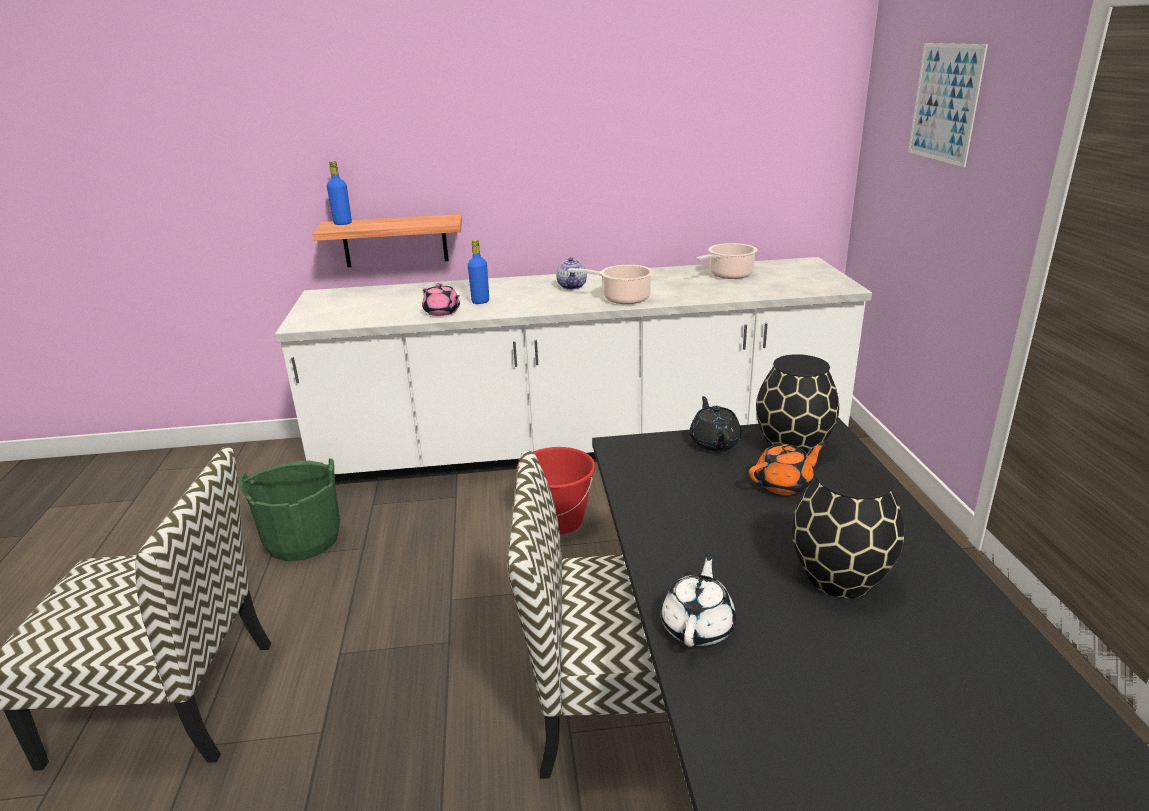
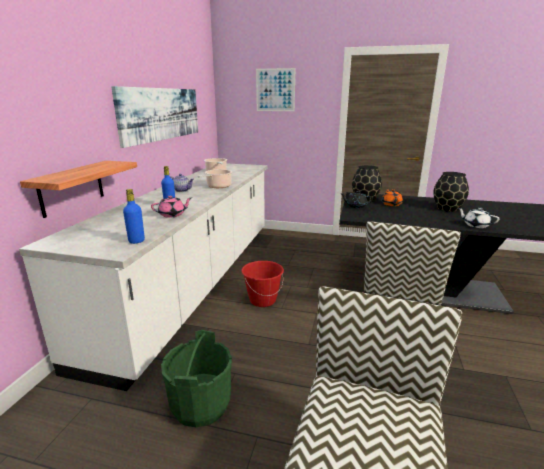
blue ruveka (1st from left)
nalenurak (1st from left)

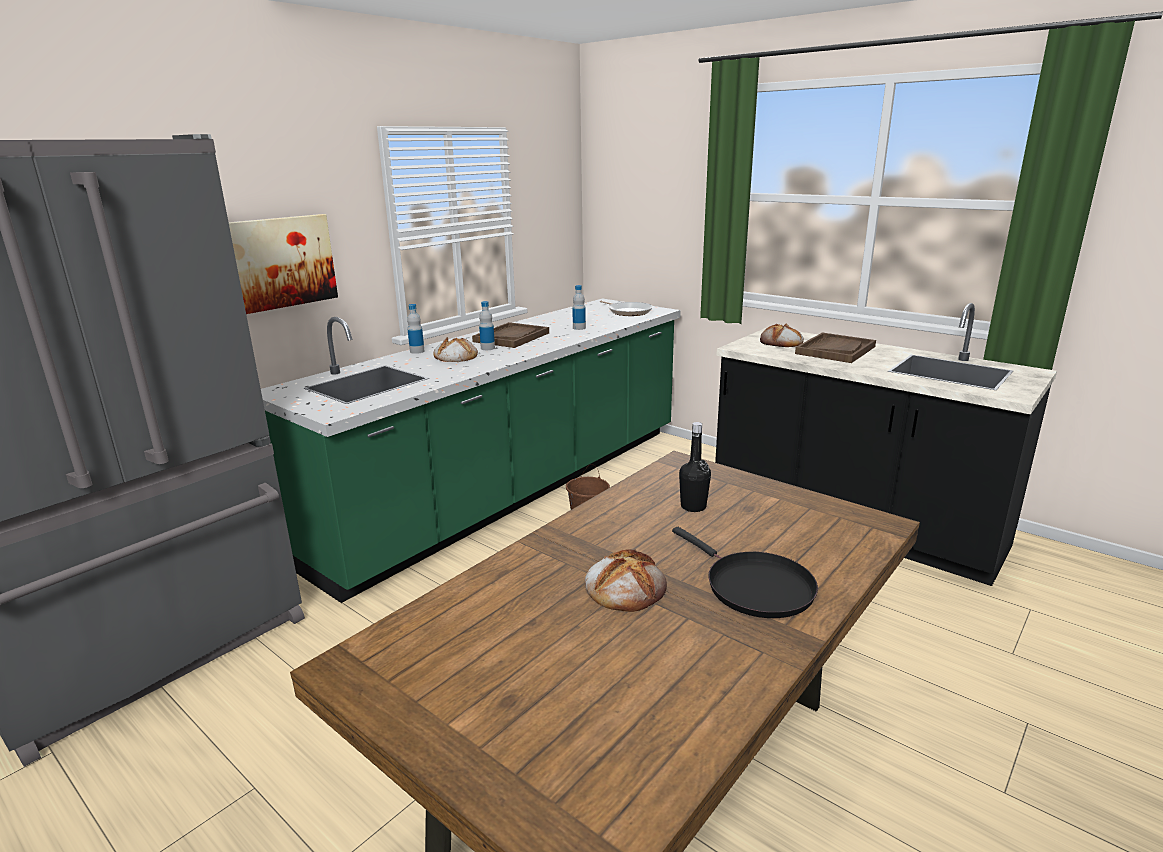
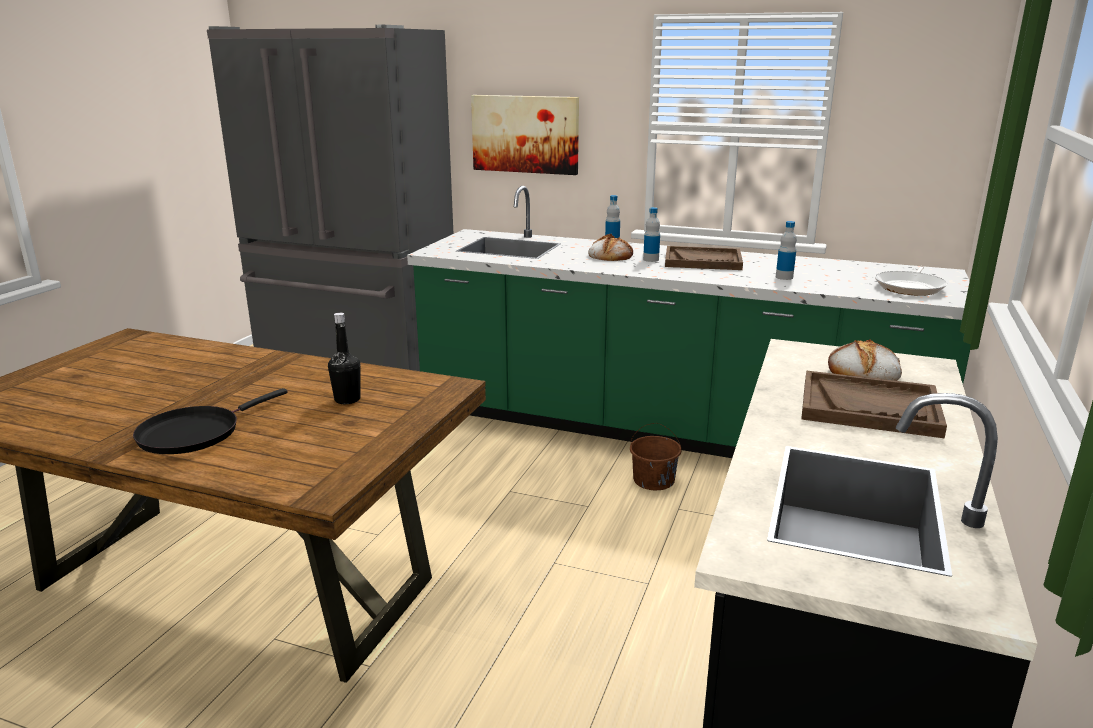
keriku (2nd from left in the first image)

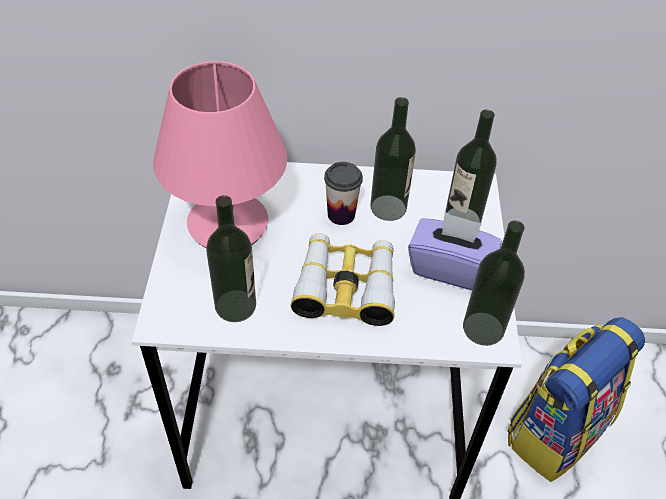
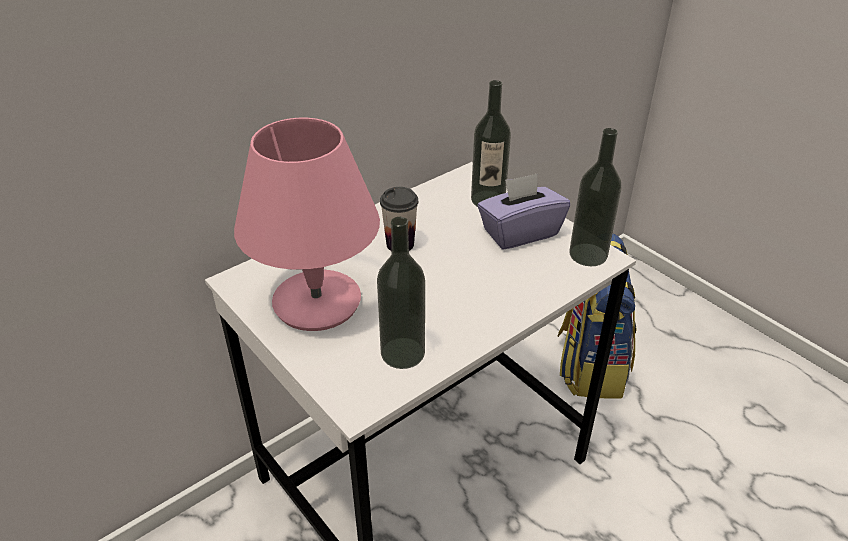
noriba
ruveka (2nd from left in the first image)

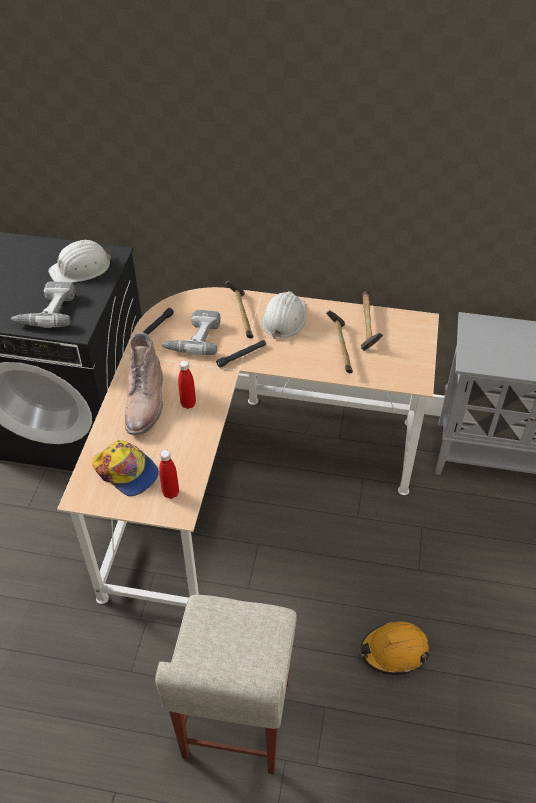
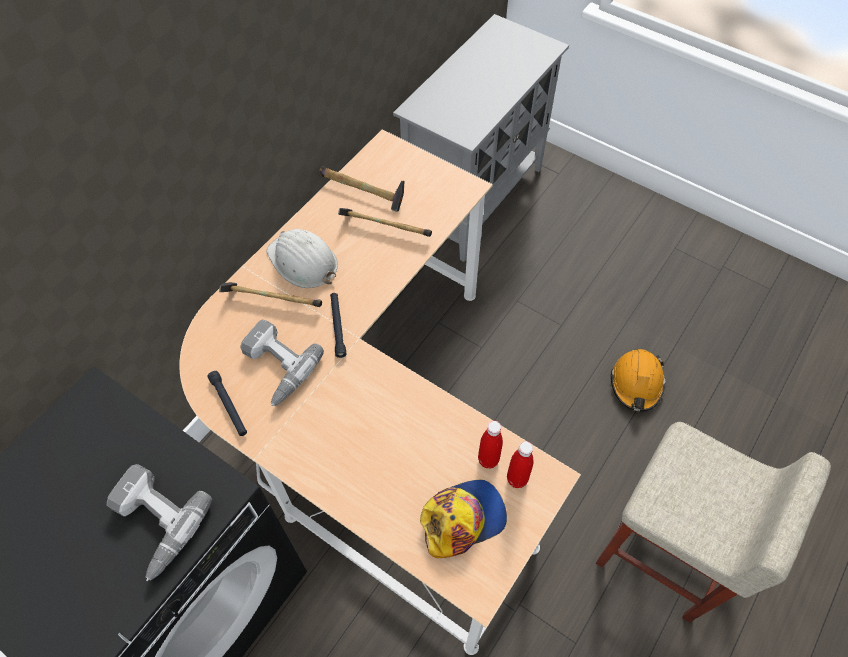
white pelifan (1st from left in the first image)
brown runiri
red ruveka (1st from left)

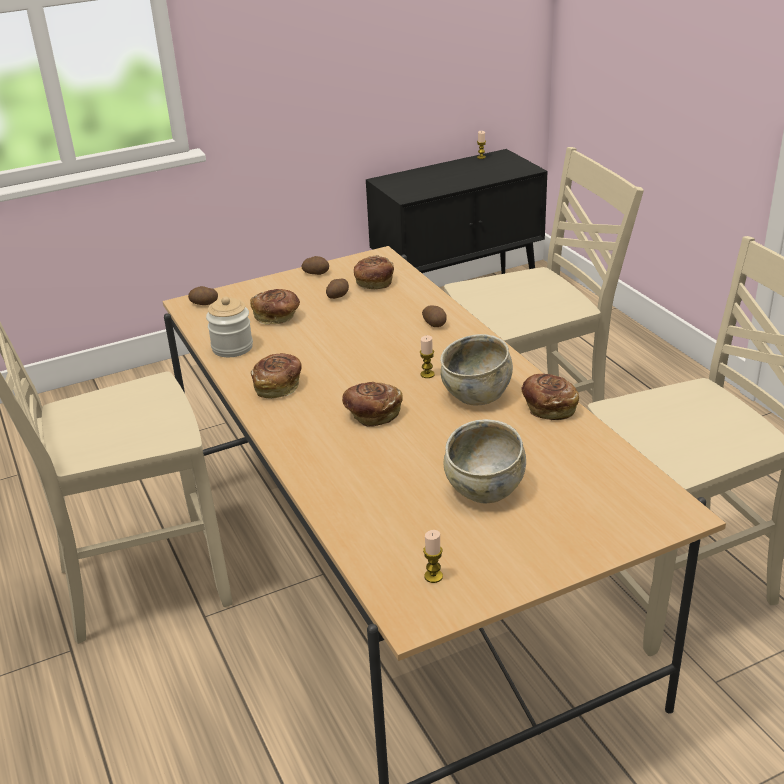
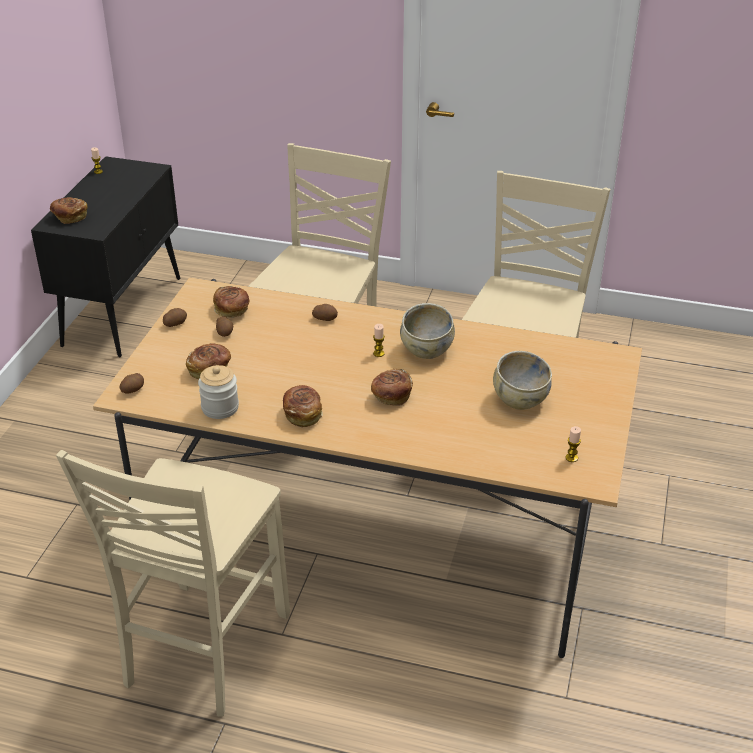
keriku (1st from left)

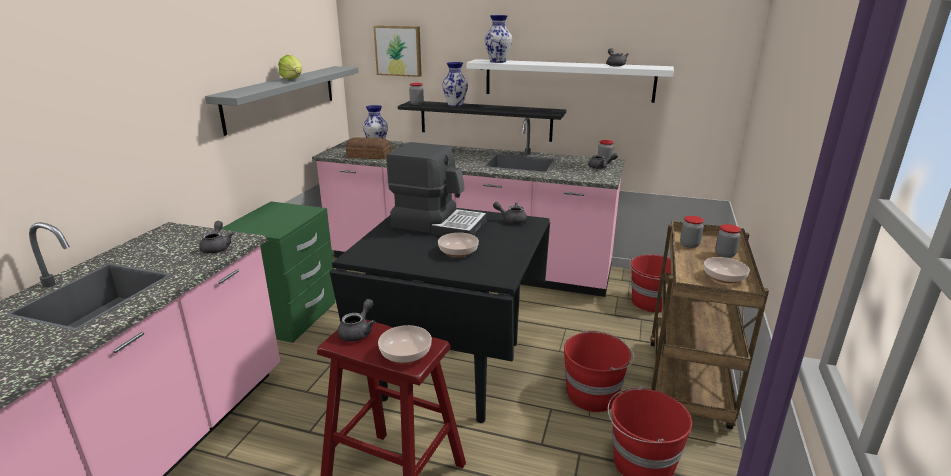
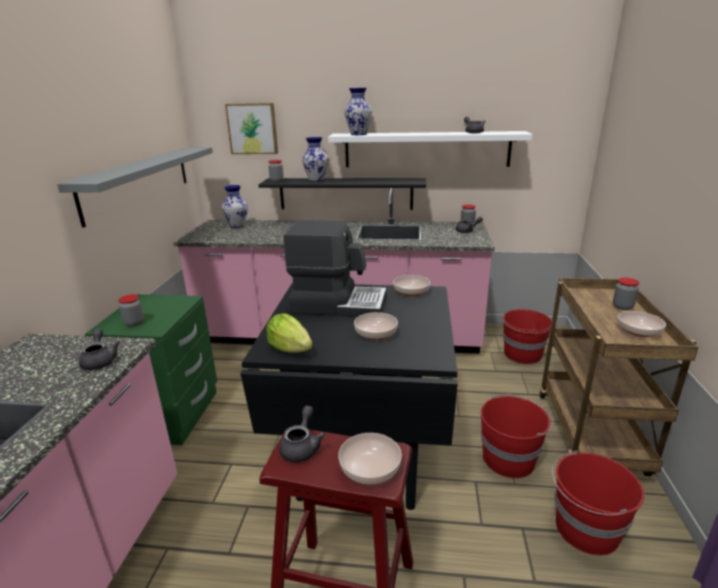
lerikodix
keriku
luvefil (3rd from left)
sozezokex (1st from left)

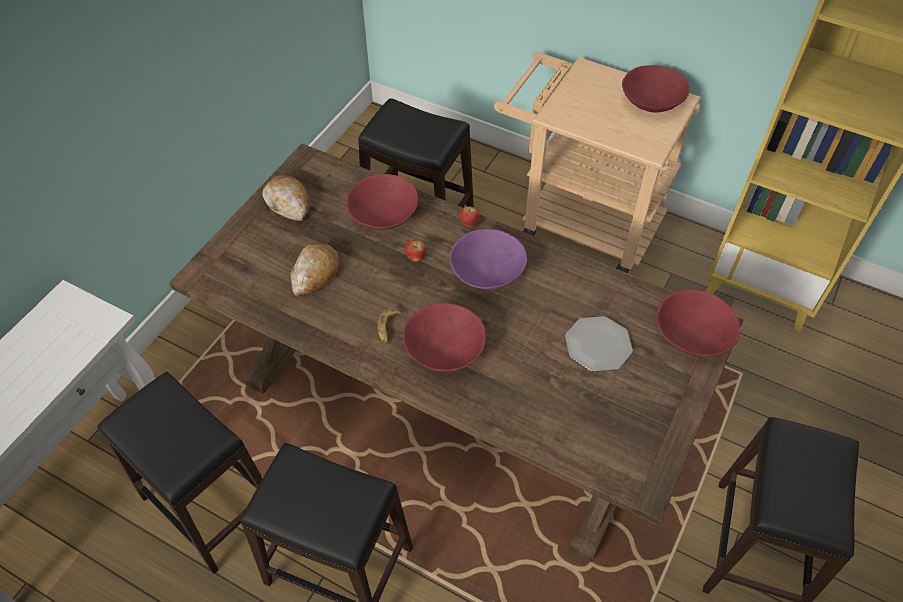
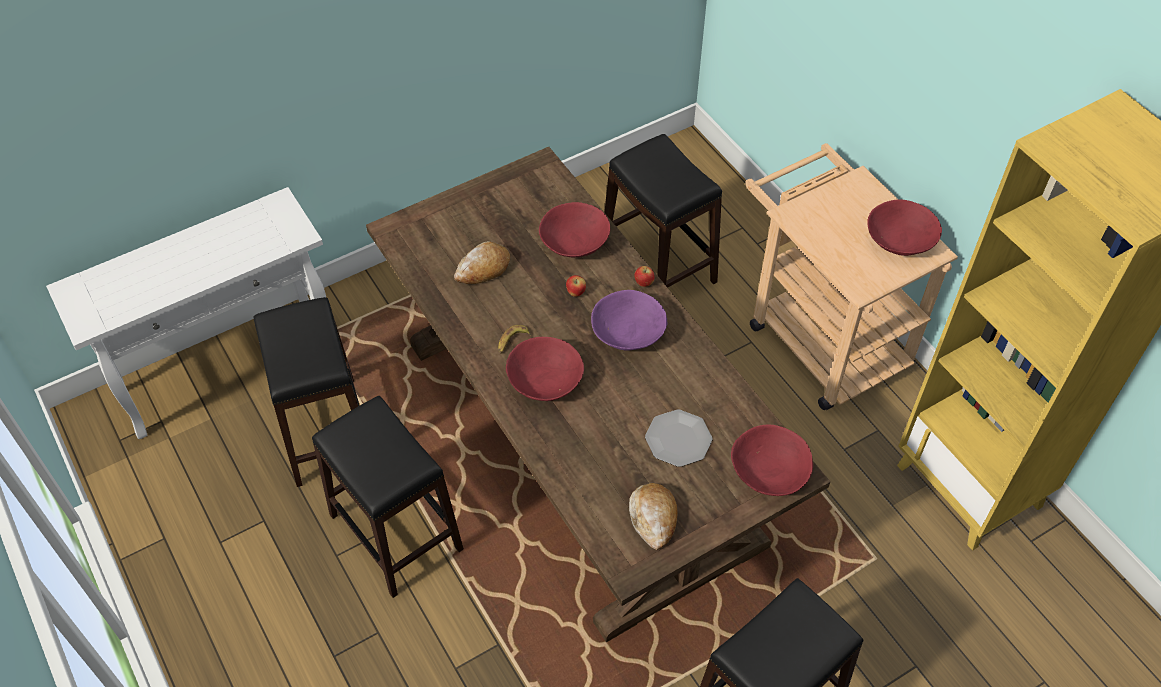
keriku (2nd from left)

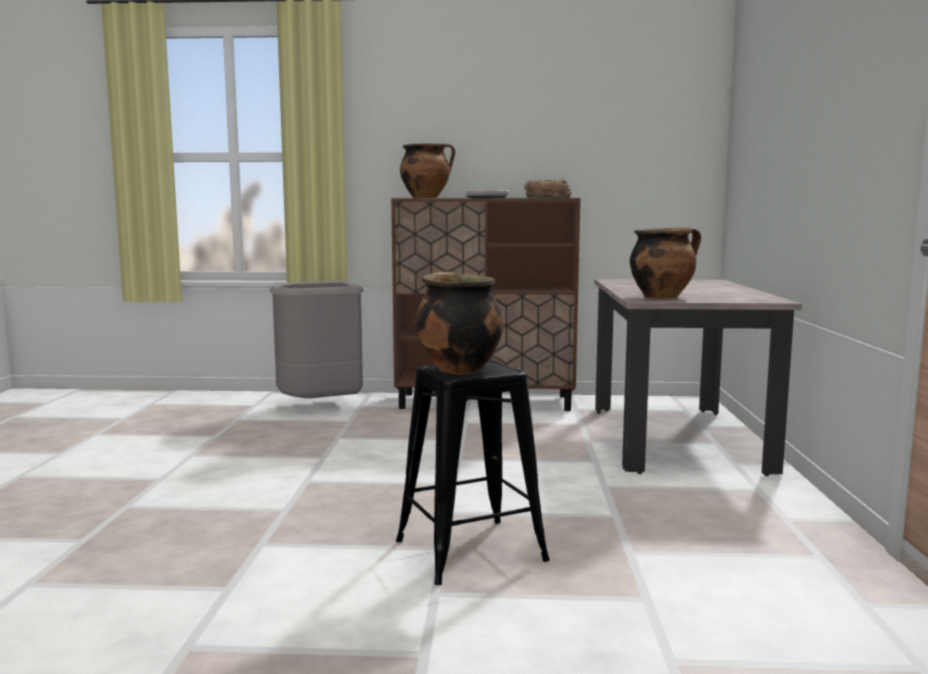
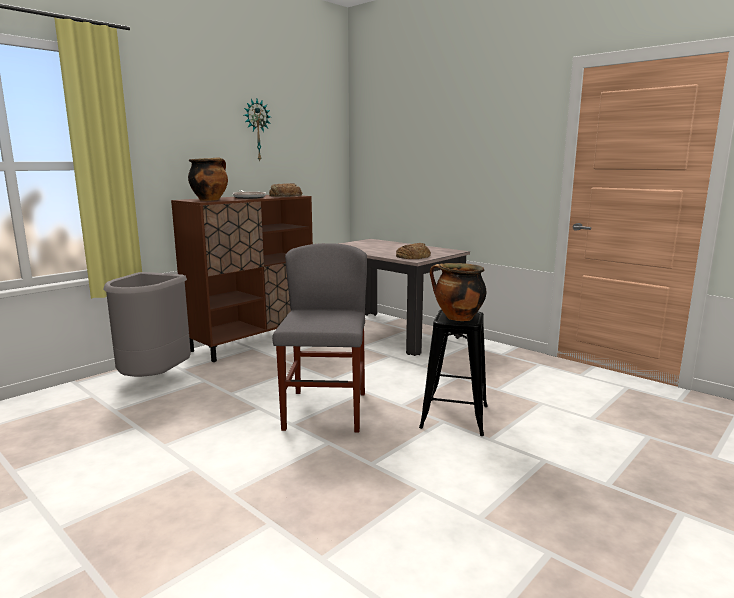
keriku (2nd from left)
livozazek
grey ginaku

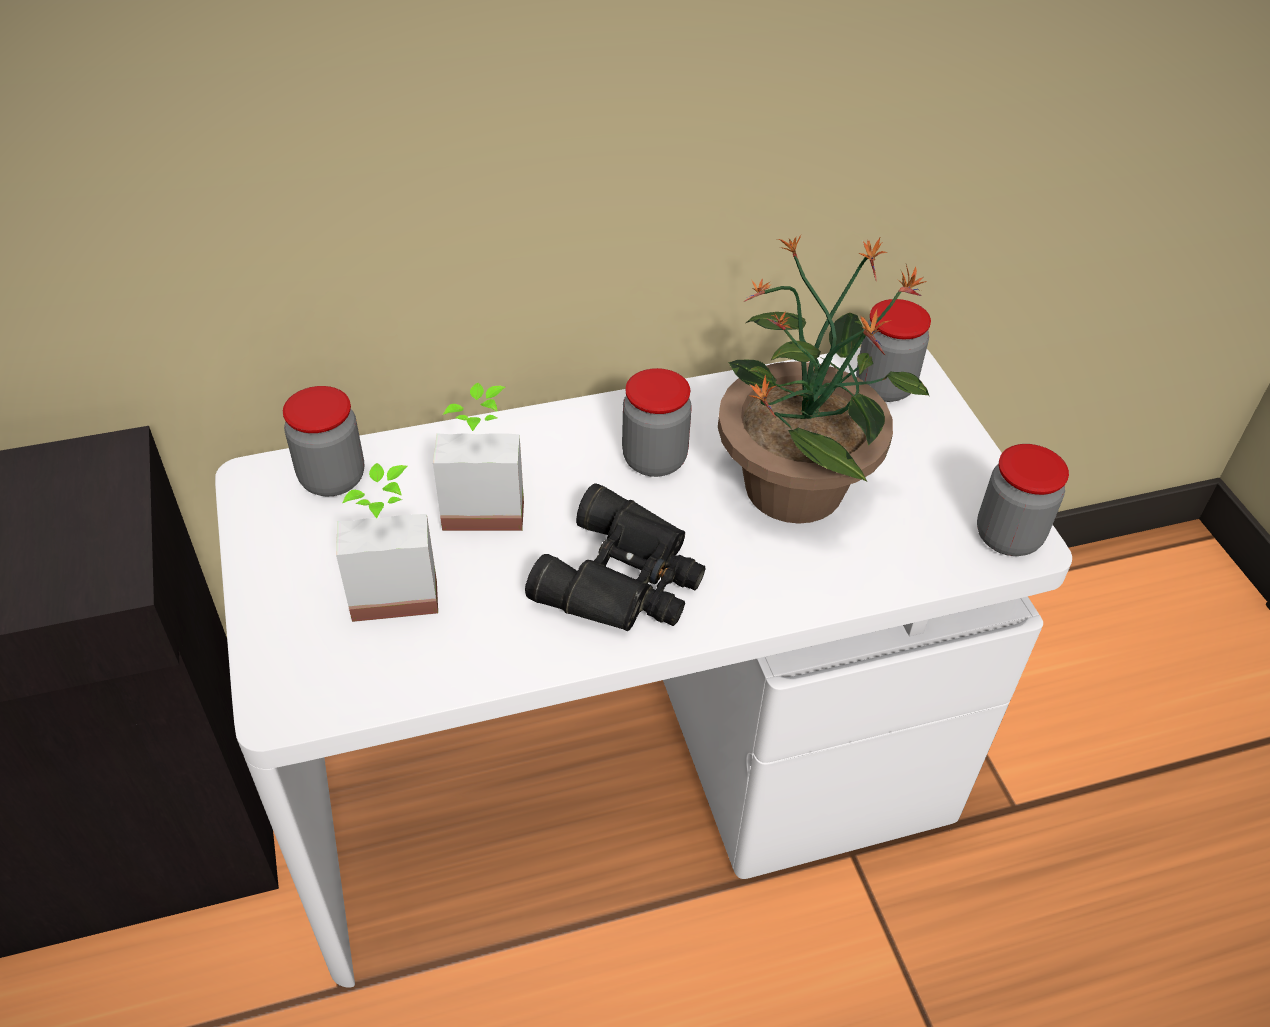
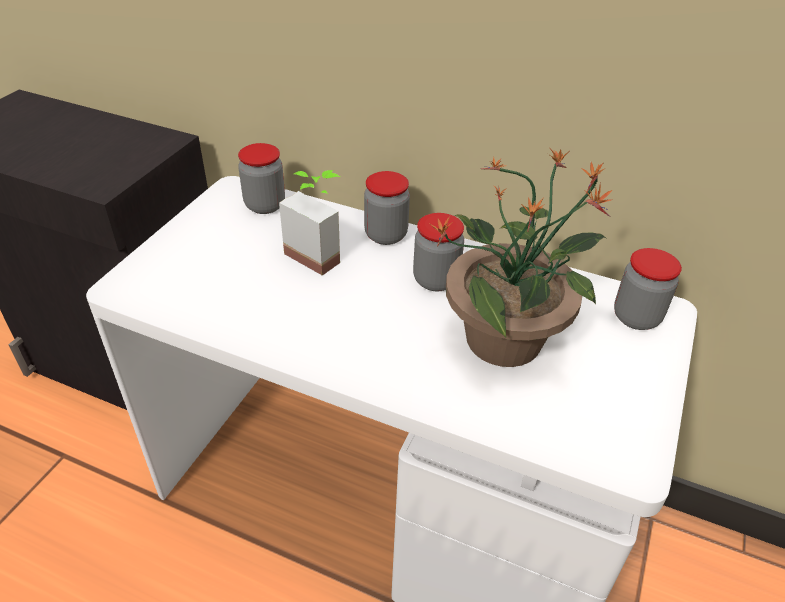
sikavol (1st from left in the first image)
black noriba
sozezokex (2nd from left)

